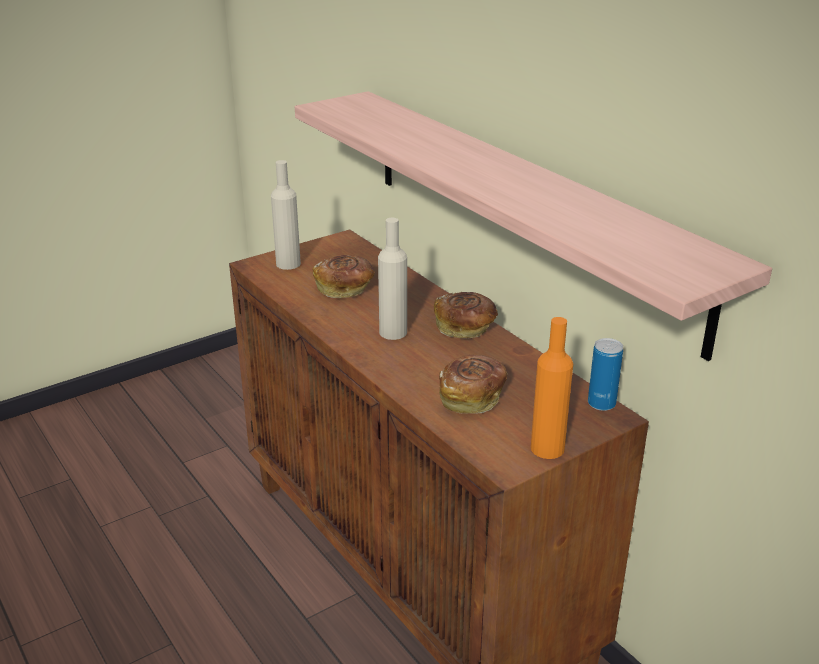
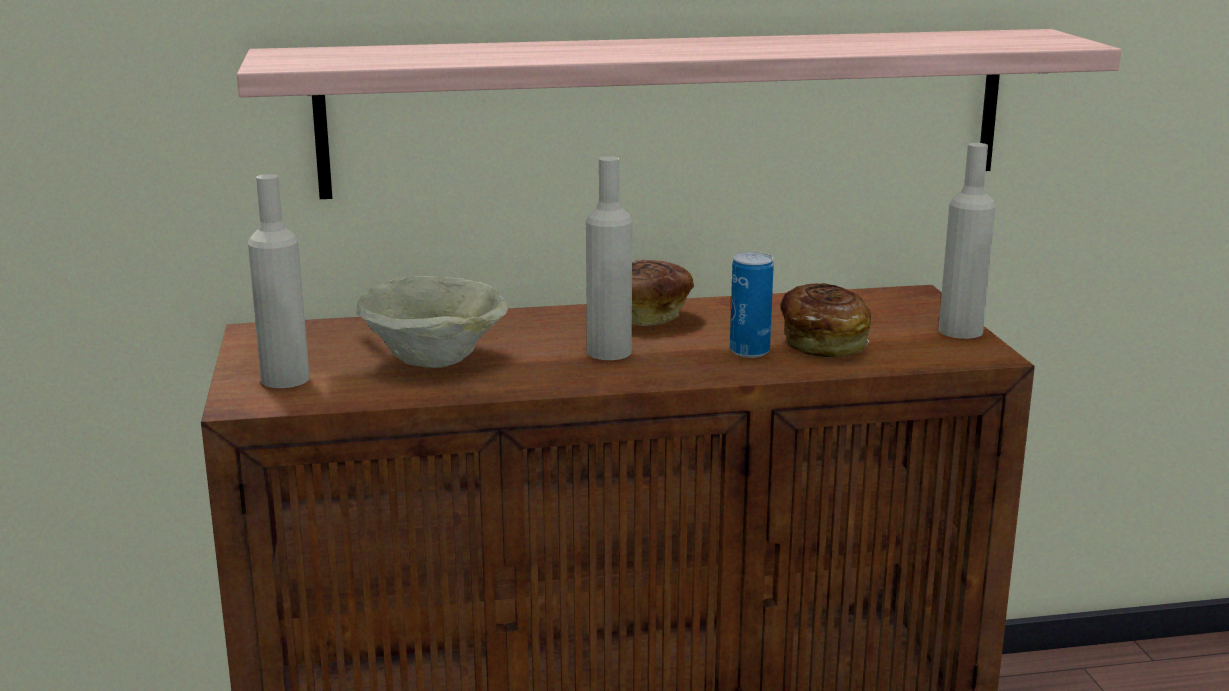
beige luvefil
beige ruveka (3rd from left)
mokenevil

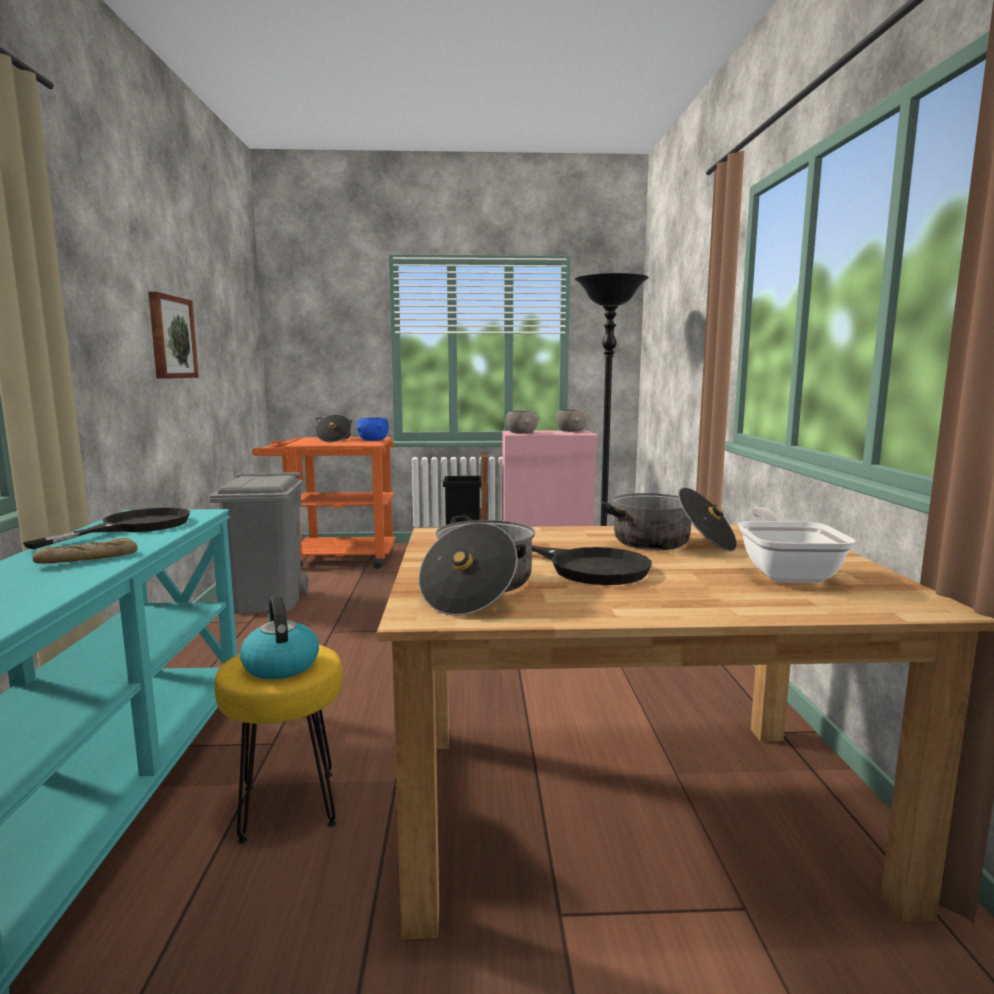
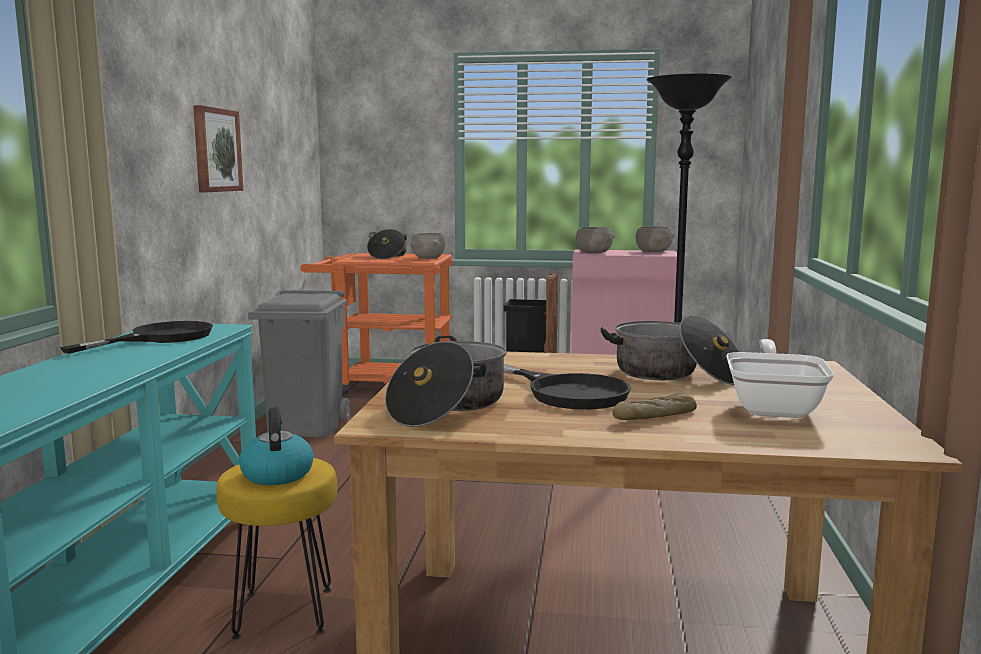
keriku
grey luvefil (1st from left)

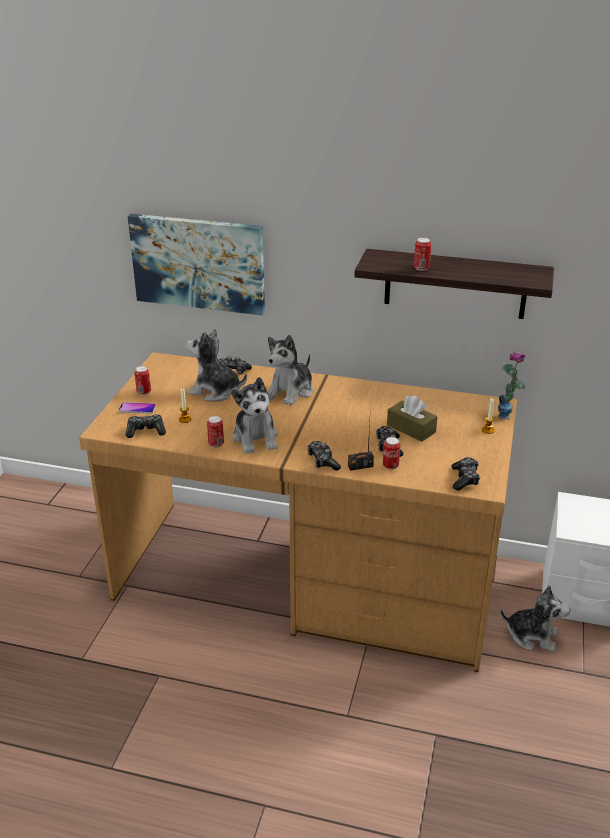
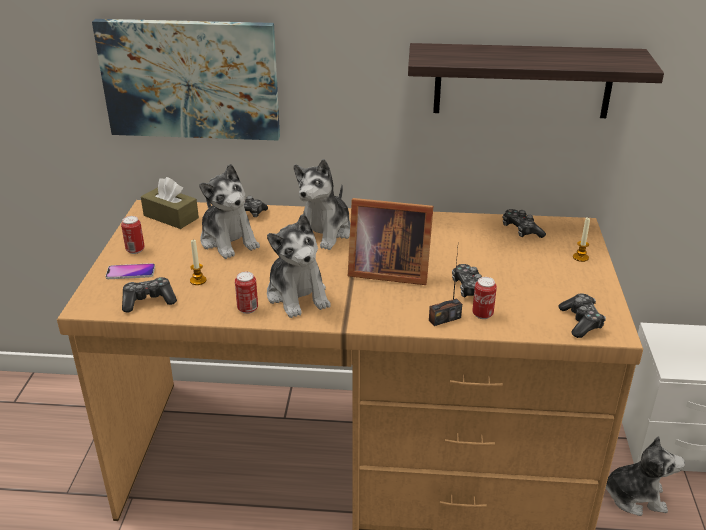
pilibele (1st from left)
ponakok (4th from left)
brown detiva
mokenevil (4th from left in the first image)
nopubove
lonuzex

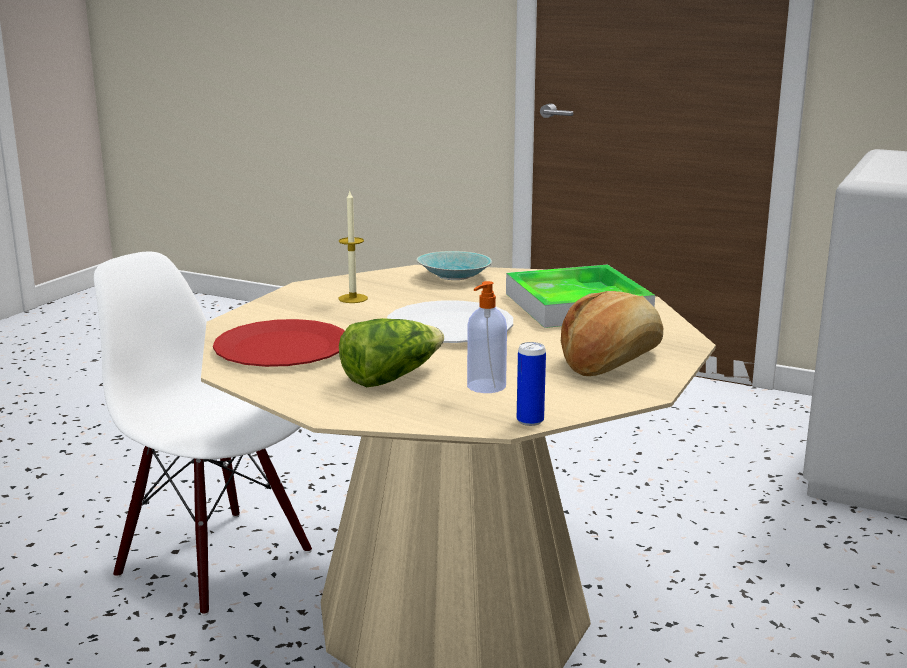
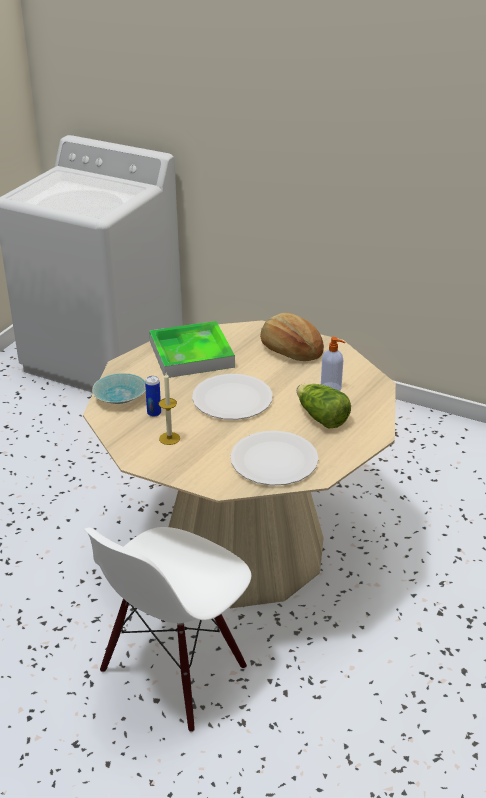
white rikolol (2nd from left)
mokenevil

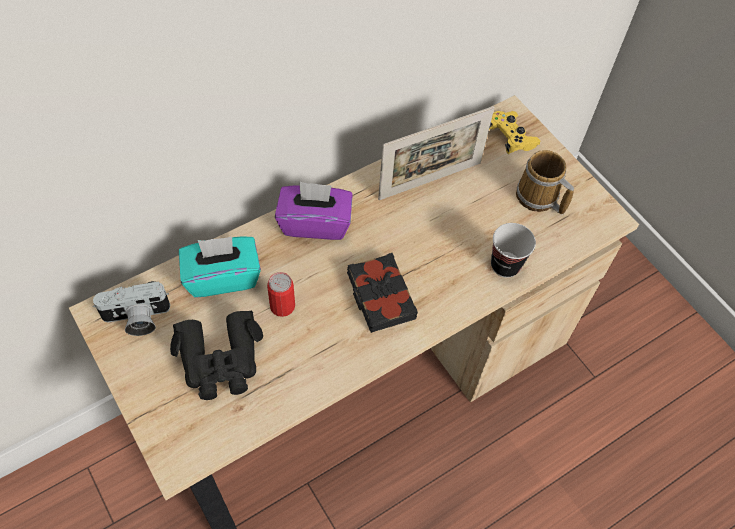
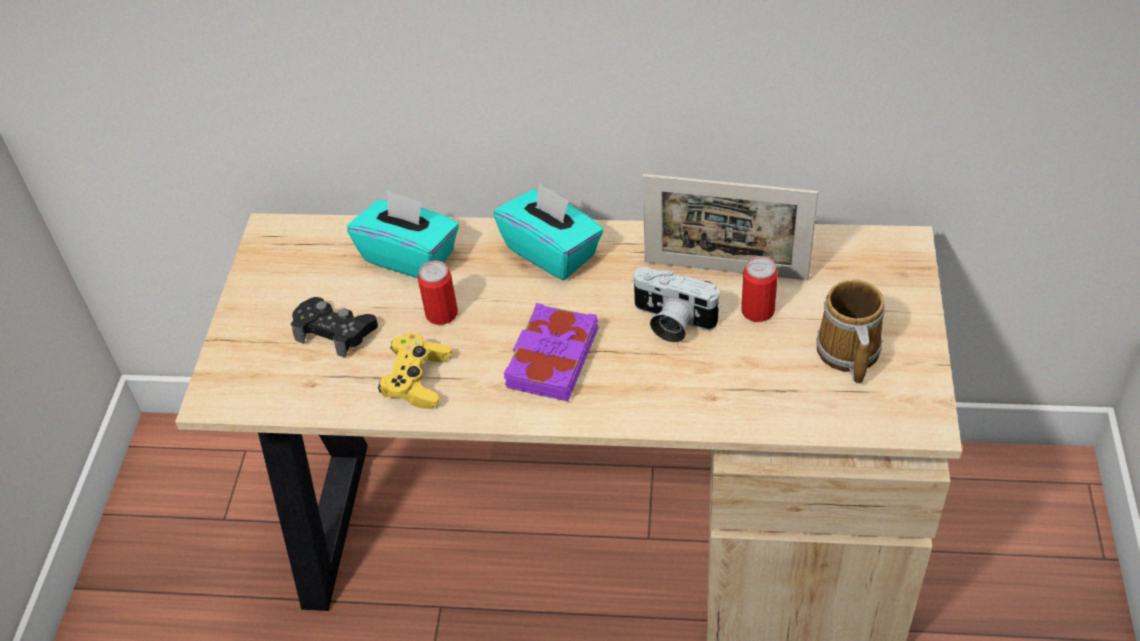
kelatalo
black ponakok
turquoise detiva (2nd from left)
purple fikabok
yellow ponakok
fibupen
mokenevil (2nd from left)

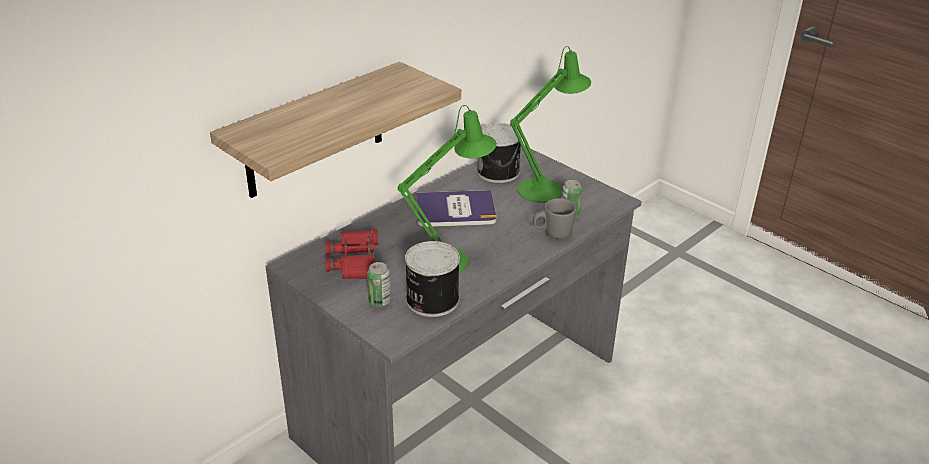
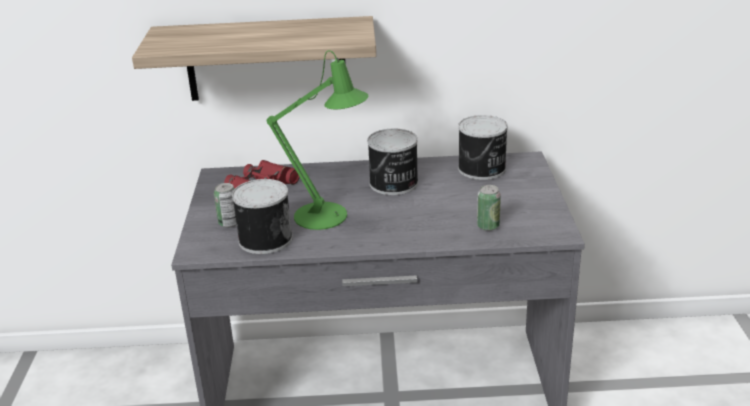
mokenevil (3rd from left)
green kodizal (2nd from left in the first image)
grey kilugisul

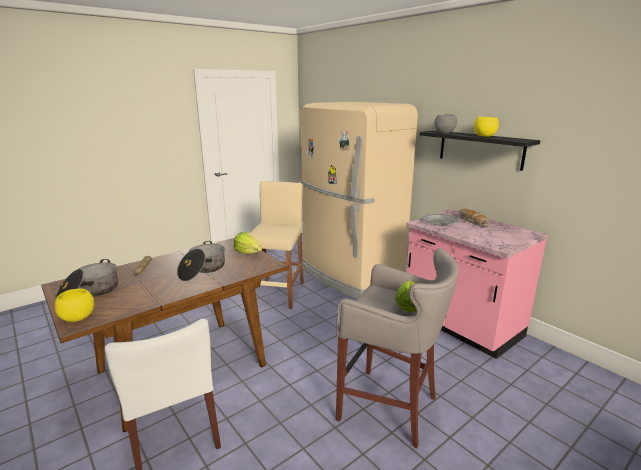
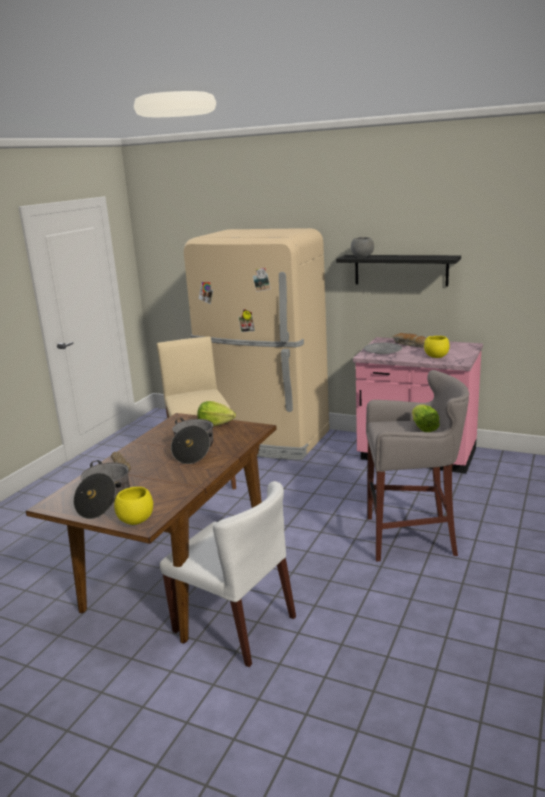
yellow luvefil (2nd from left)

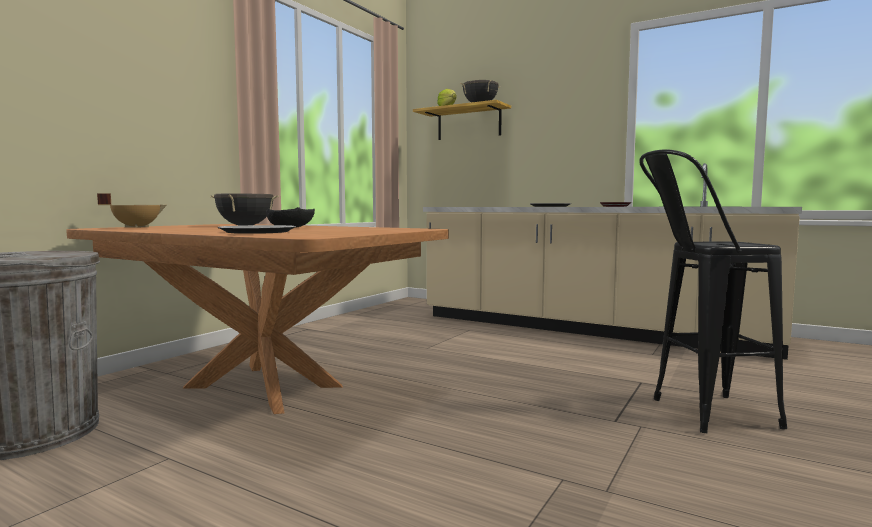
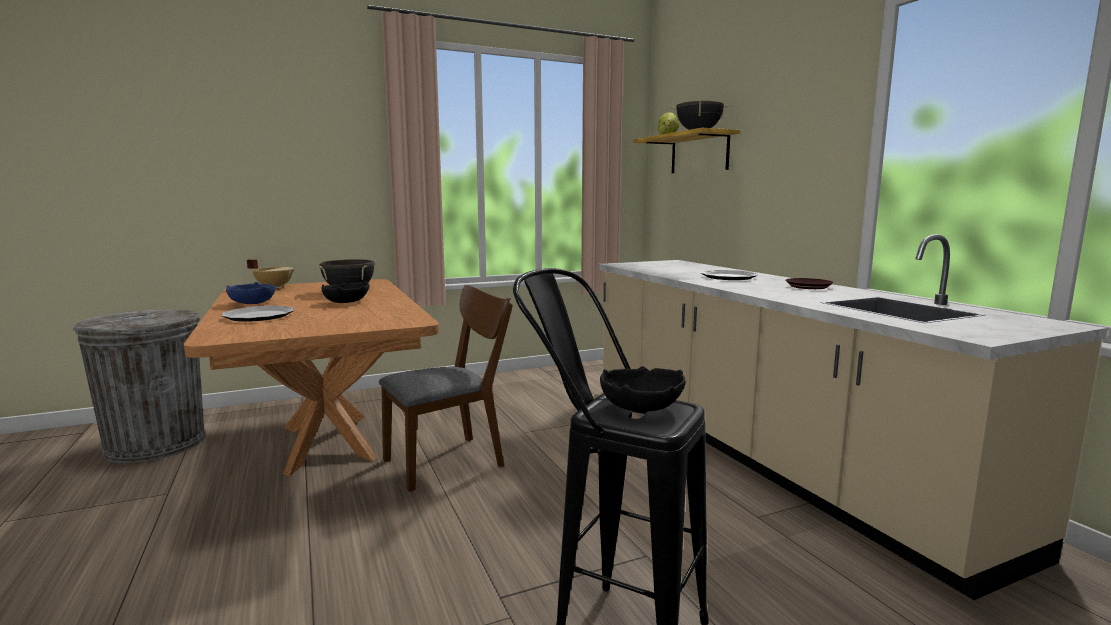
blue luvefil
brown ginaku
black luvefil (2nd from left)

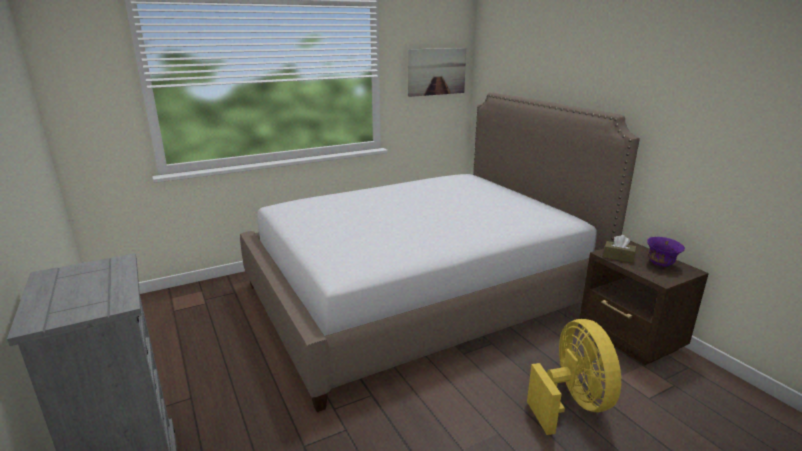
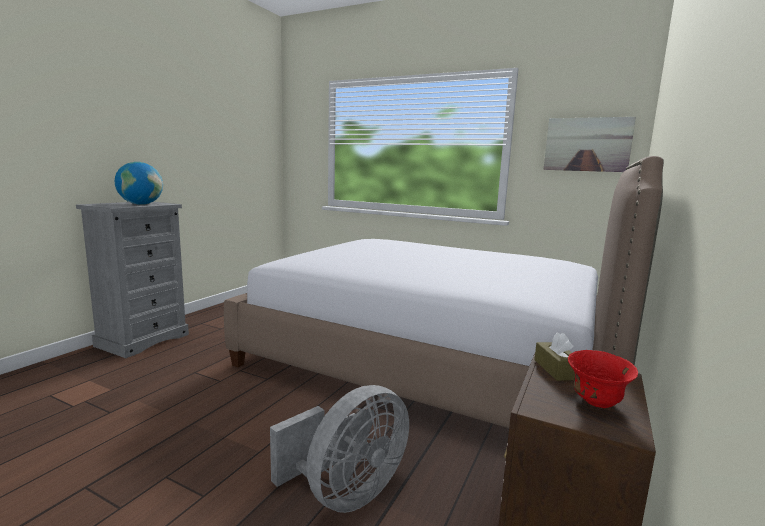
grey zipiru
red luvefil
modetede

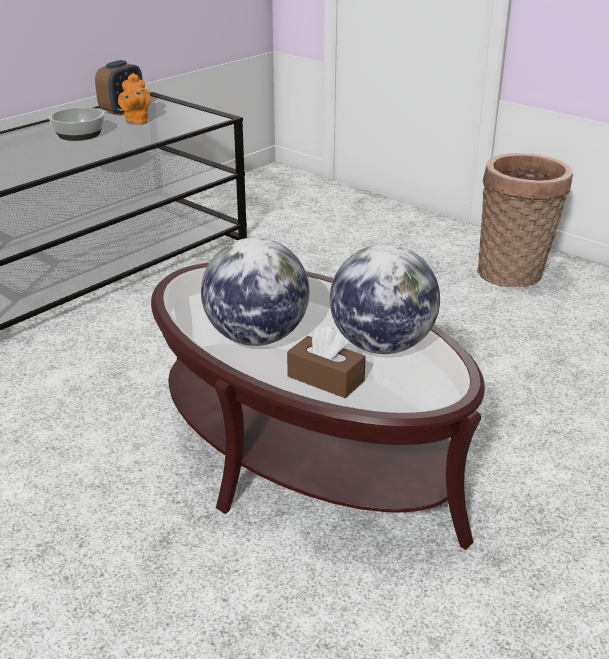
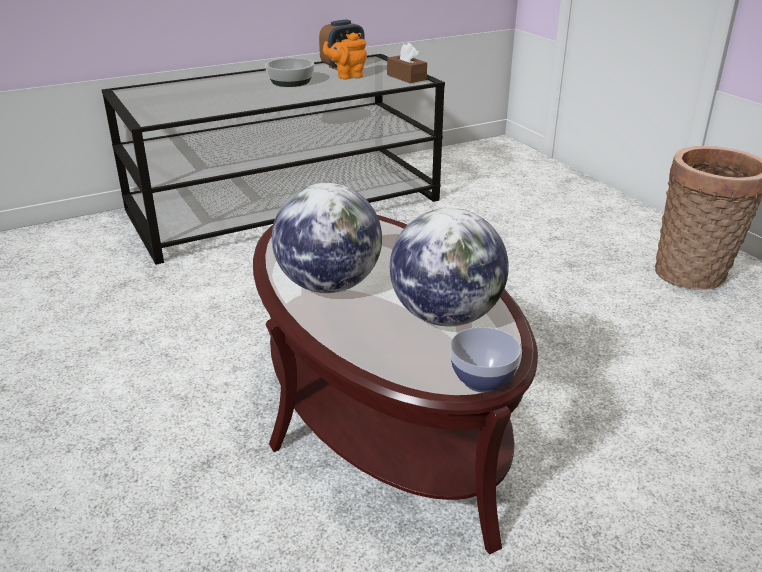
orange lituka
brown detiva
luvefil (2nd from left)

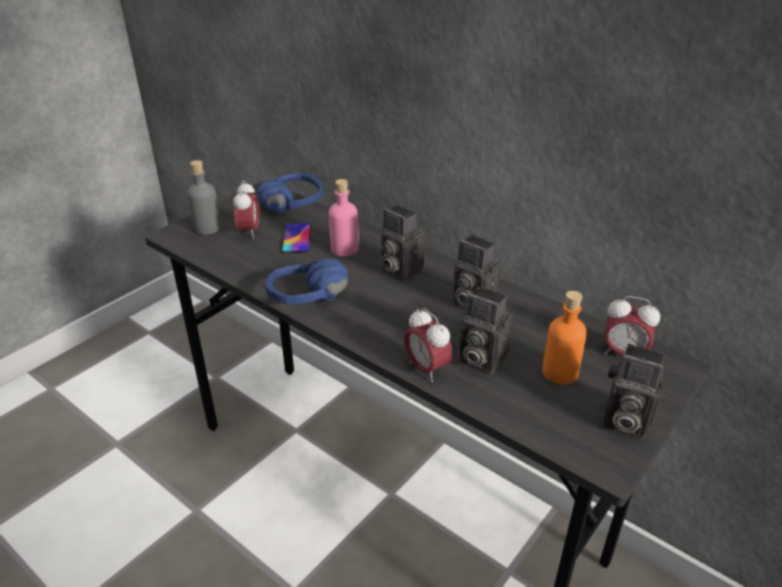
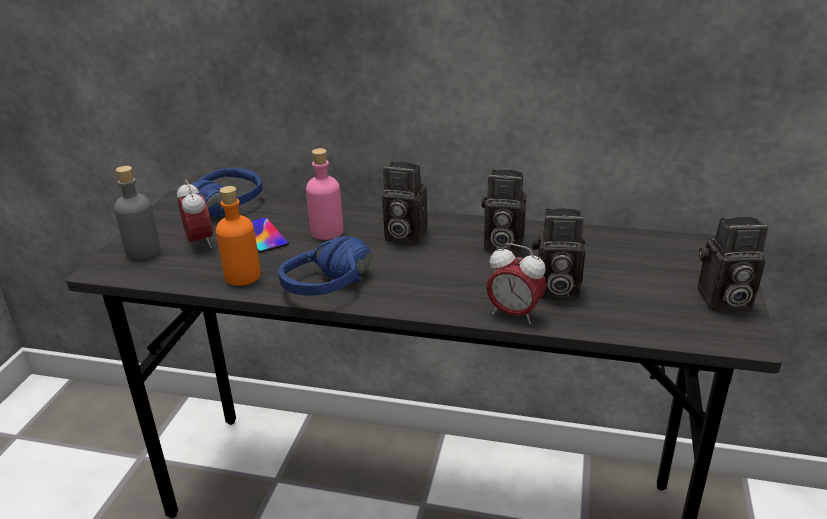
orange ruveka
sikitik (3rd from left in the first image)

